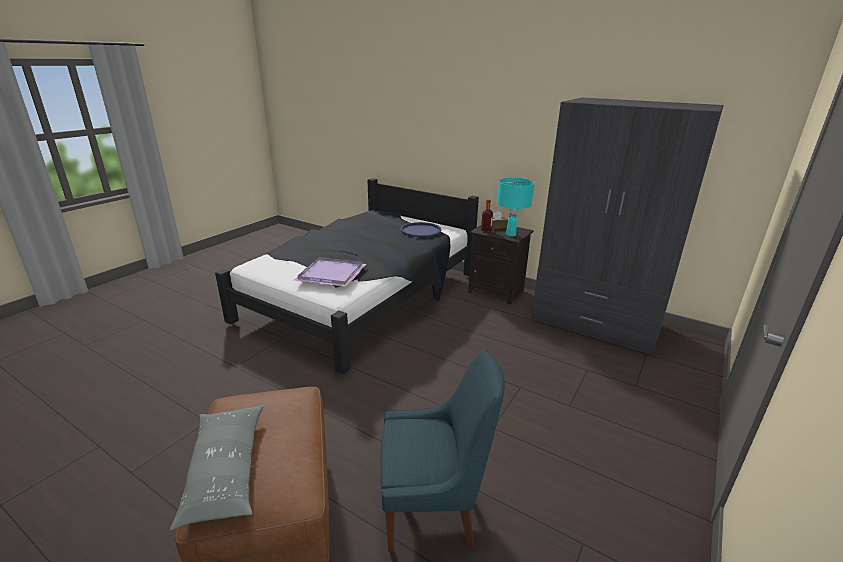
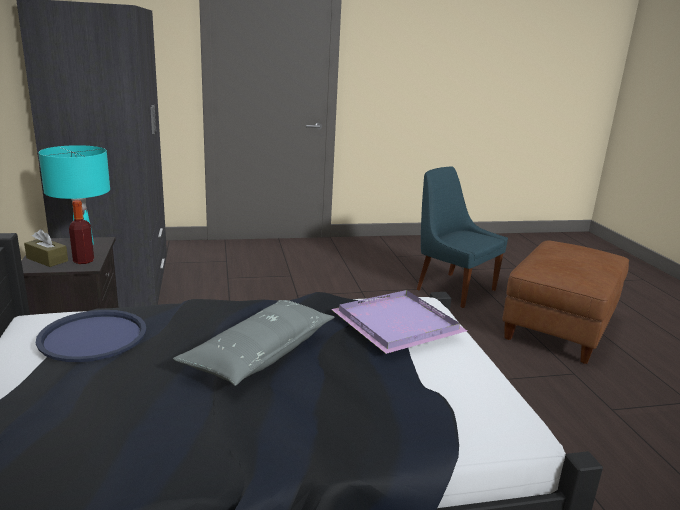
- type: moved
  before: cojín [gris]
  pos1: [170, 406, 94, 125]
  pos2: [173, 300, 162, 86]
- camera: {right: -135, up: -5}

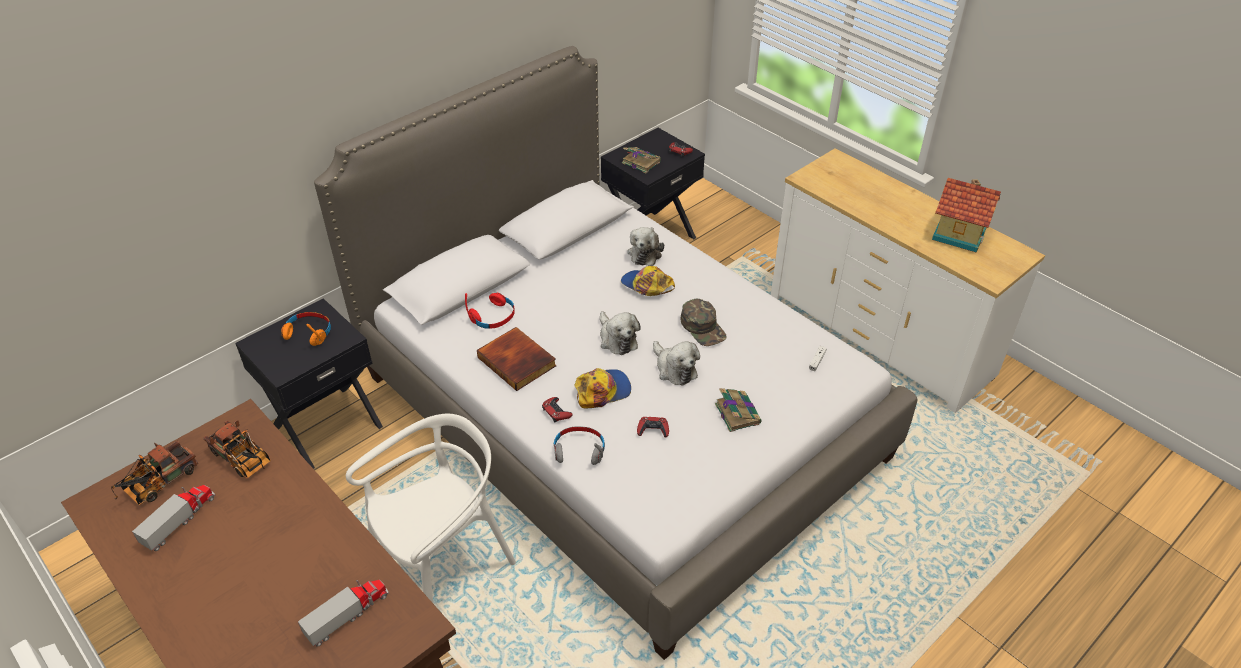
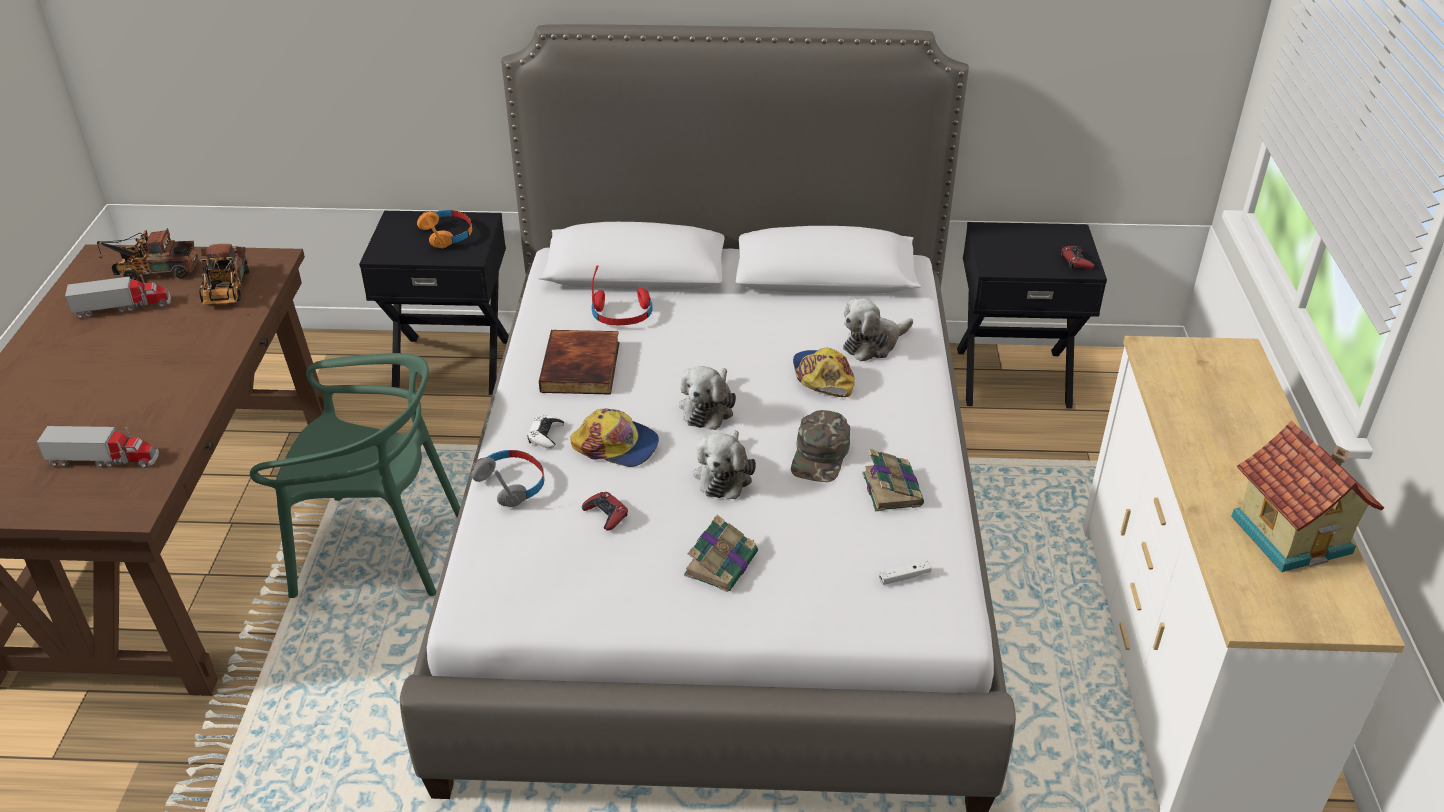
- type: recoloured
  before: silla [blanco]
  after: silla [verde]
  pos1: [346, 414, 170, 189]
  pos2: [250, 353, 210, 245]
- type: recoloured
  before: mando de consola [rojo]
  after: mando de consola [blanco]
  pos1: [542, 397, 31, 26]
  pos2: [527, 415, 37, 34]
- type: moved
  before: libro
  pos1: [622, 147, 39, 26]
  pos2: [862, 449, 62, 62]
- camera: {right: 45, up: -5}

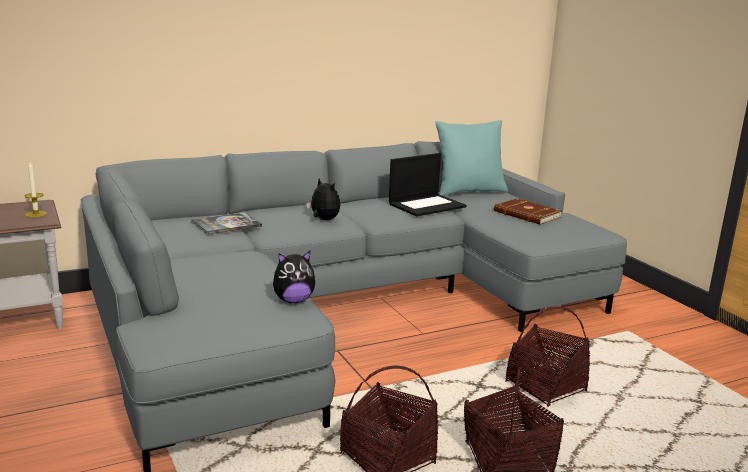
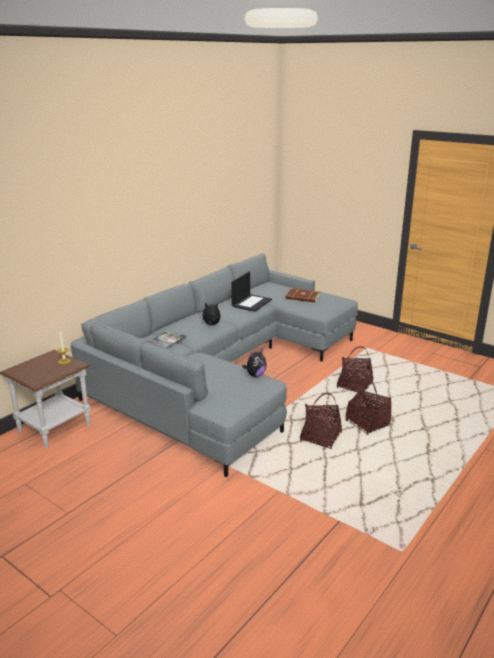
- type: removed
  before: cojín [turquesa]
  pos1: [435, 120, 73, 76]
- camera: {right: -25, up: 5}

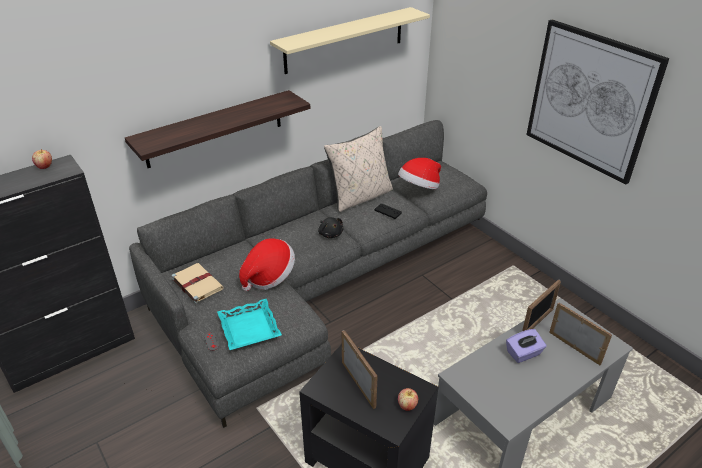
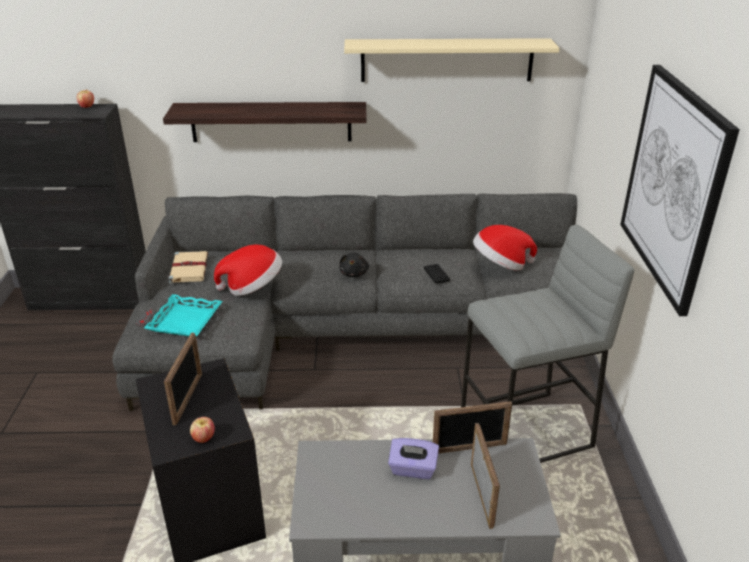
- type: removed
  before: cojín [beis]
  pos1: [324, 126, 69, 86]
- type: added
  after: taburete [gris]
  pos2: [461, 225, 173, 238]
- camera: {right: 35, up: -5}

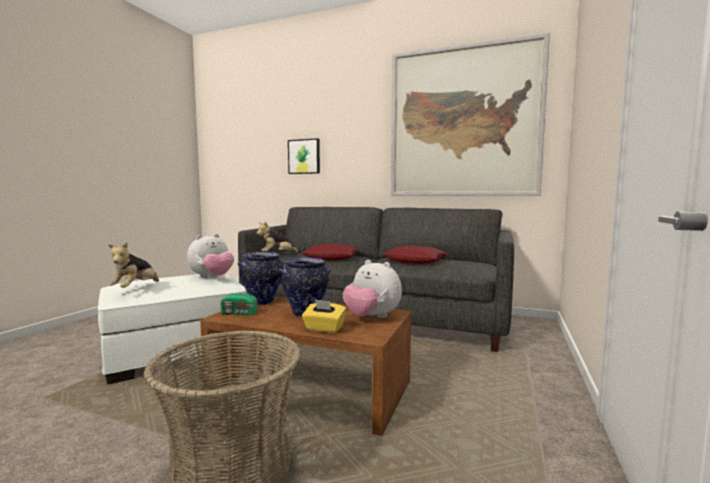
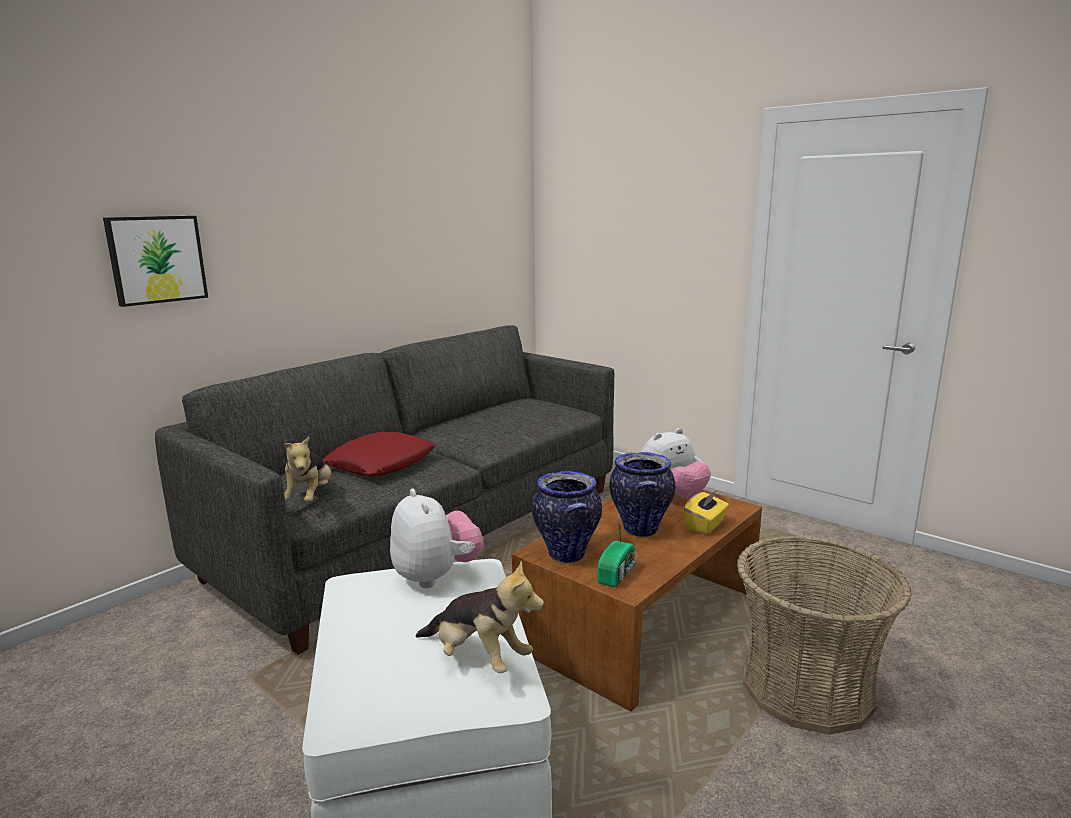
- type: removed
  before: cojín [rojo]
  pos1: [382, 245, 66, 19]
- type: removed
  before: cuadro
  pos1: [391, 32, 159, 164]
- camera: {right: -70, up: 10}

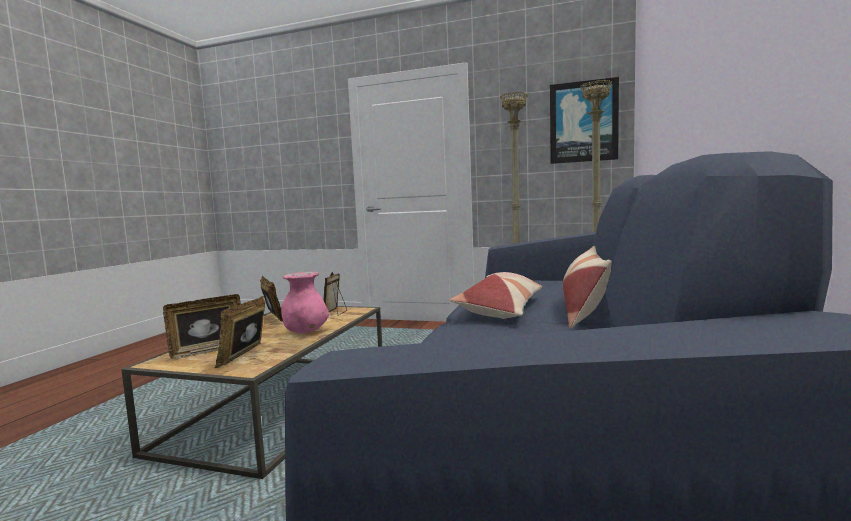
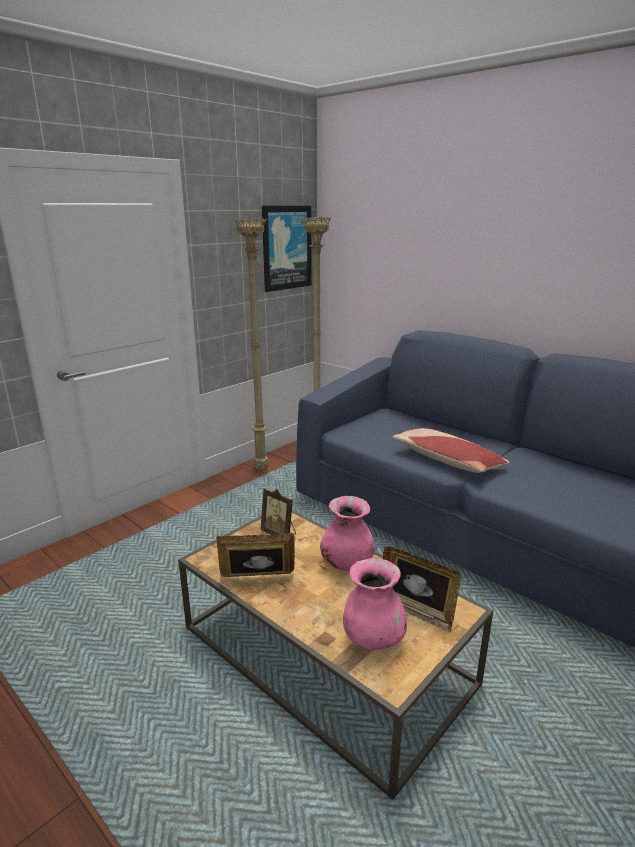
- type: replaced
  before: portarretratos
  after: florero [rosa]
  pos1: [163, 294, 78, 65]
  pos2: [343, 558, 64, 93]
- type: removed
  before: cojín
  pos1: [563, 246, 49, 82]
- camera: {right: -65, up: 15}

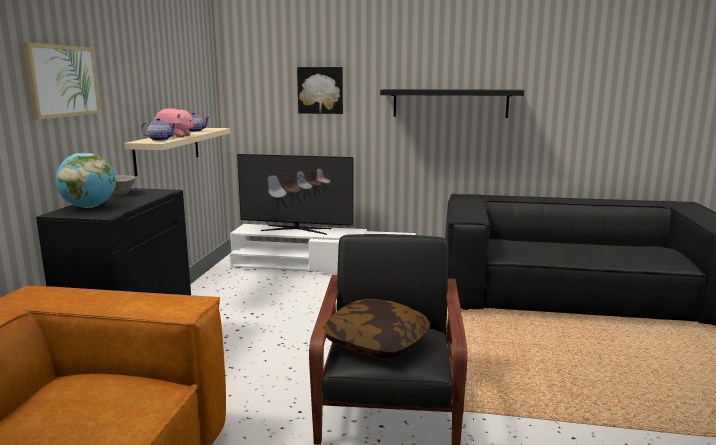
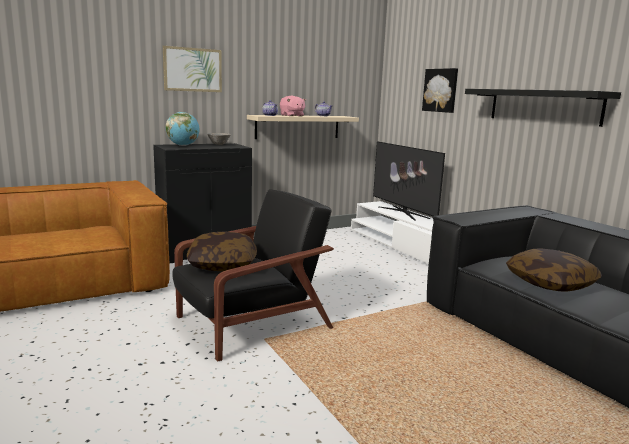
- type: added
  after: cojín
  pos2: [506, 248, 96, 44]
- camera: {right: 50, up: 0}

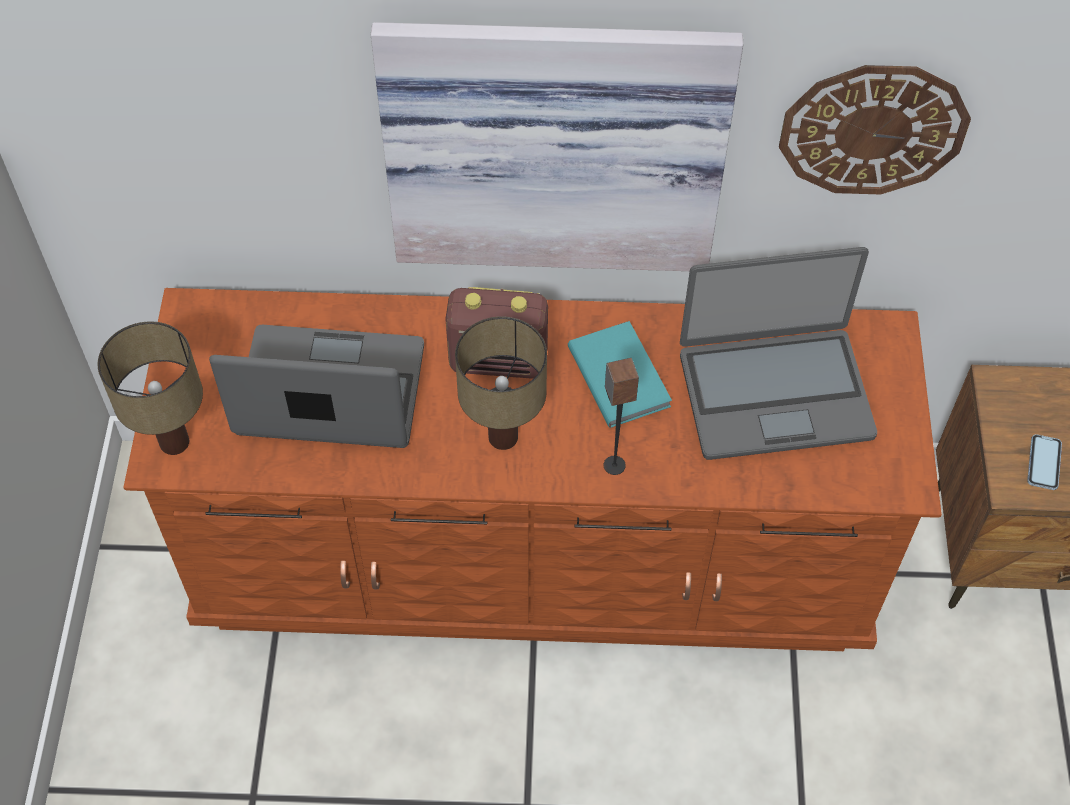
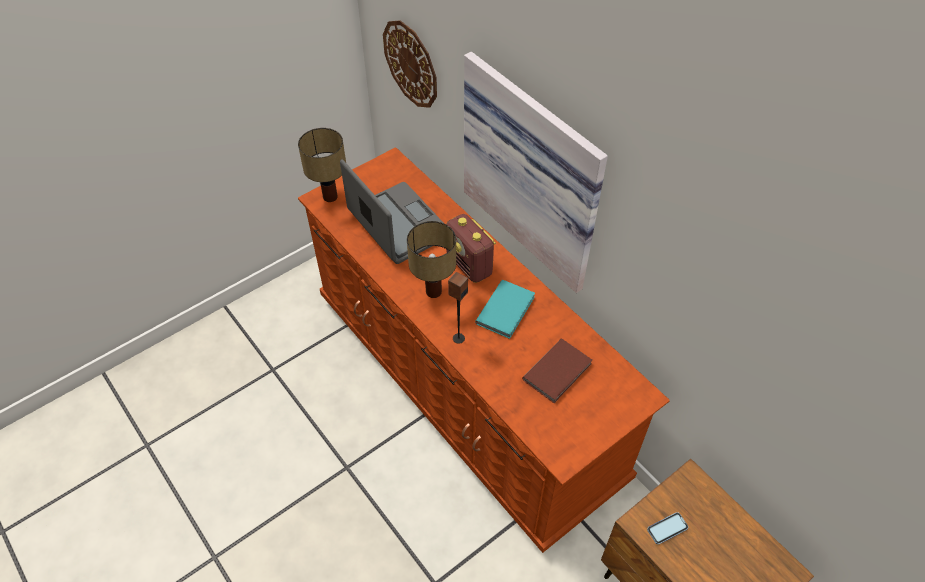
- type: replaced
  before: portátil
  after: libro [marrón]
  pos1: [680, 247, 197, 213]
  pos2: [522, 339, 70, 64]
- type: moved
  before: reloj de pared
  pos1: [779, 65, 192, 130]
  pos2: [383, 20, 54, 88]
- camera: {right: 50, up: -5}

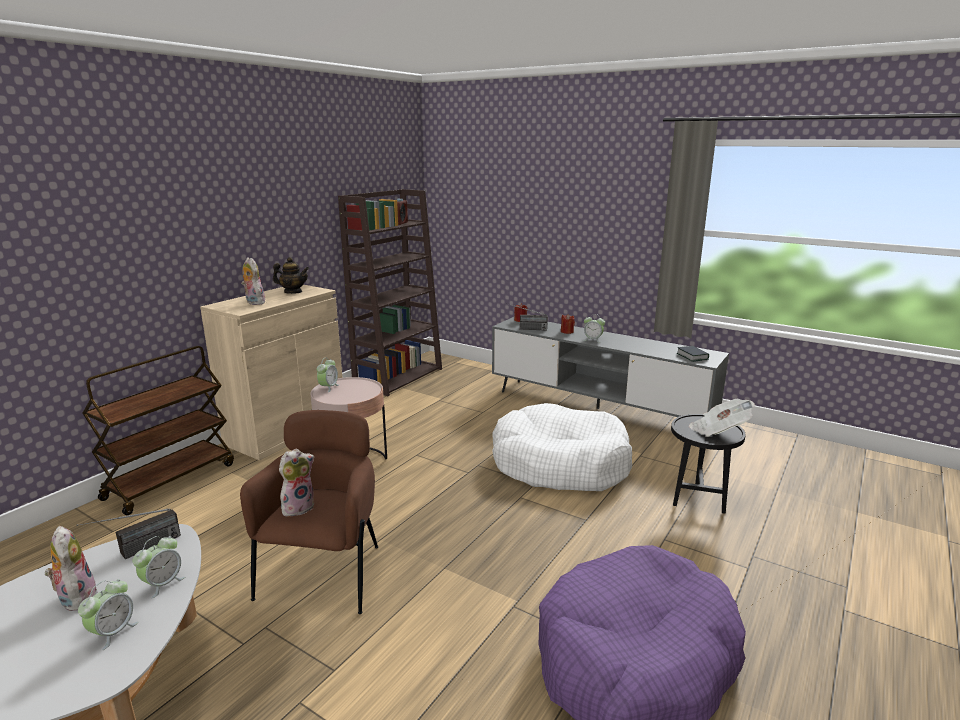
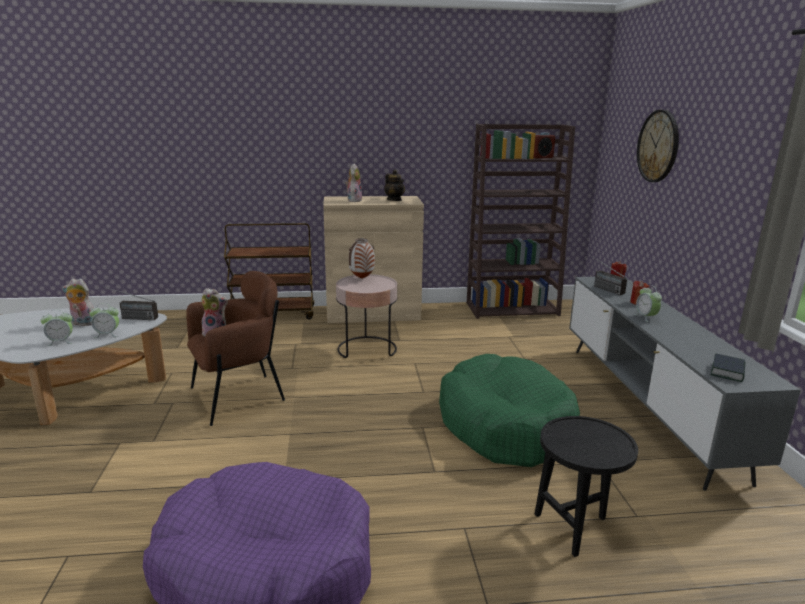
- type: turned
  before: peluche
  pos1: [45, 526, 53, 85]
  pos2: [62, 279, 32, 47]
  turn: -105
- type: replaced
  before: despertador
  after: florero
  pos1: [317, 358, 22, 34]
  pos2: [349, 238, 26, 41]
- type: recoloured
  before: cama para perro [blanco]
  after: cama para perro [verde]
  pos1: [492, 403, 140, 88]
  pos2: [439, 354, 141, 113]
- type: removed
  before: periódico
  pos1: [689, 398, 66, 39]
- type: added
  after: reloj de pared
  pos2: [637, 110, 42, 72]
- camera: {right: 50, up: 0}

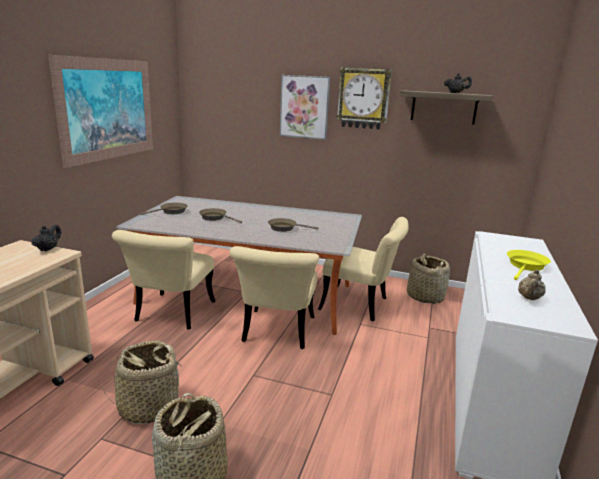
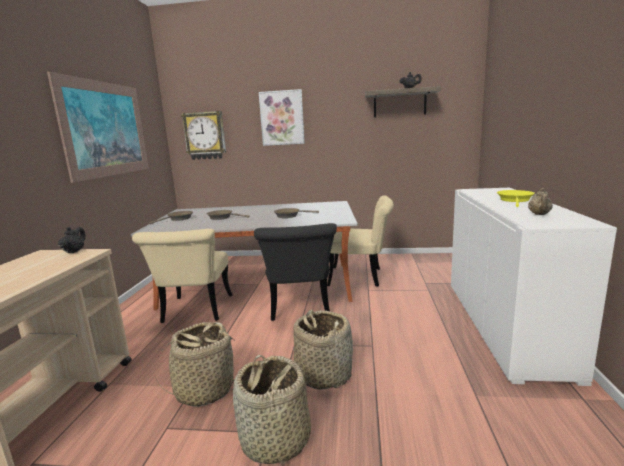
- type: recoloured
  before: silla [beis]
  after: silla [negro]
  pos1: [229, 246, 90, 103]
  pos2: [254, 223, 83, 98]
- type: moved
  before: reloj de pared
  pos1: [337, 68, 55, 62]
  pos2: [181, 111, 45, 49]
- type: moved
  before: cesta
  pos1: [407, 253, 43, 51]
  pos2: [294, 310, 59, 80]
- camera: {right: -10, up: -5}

